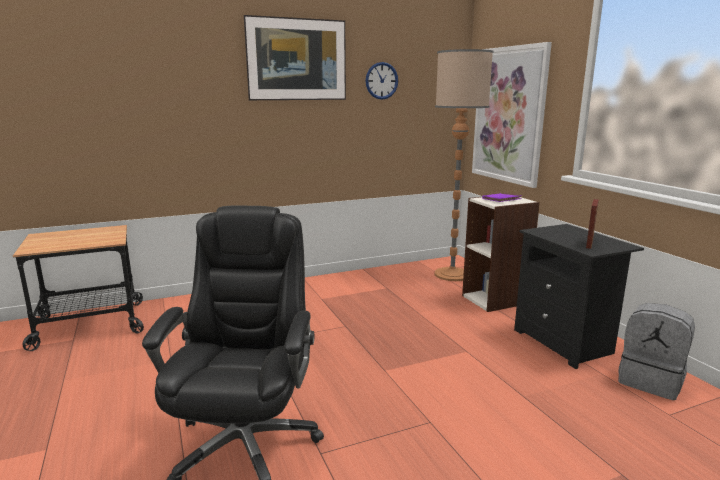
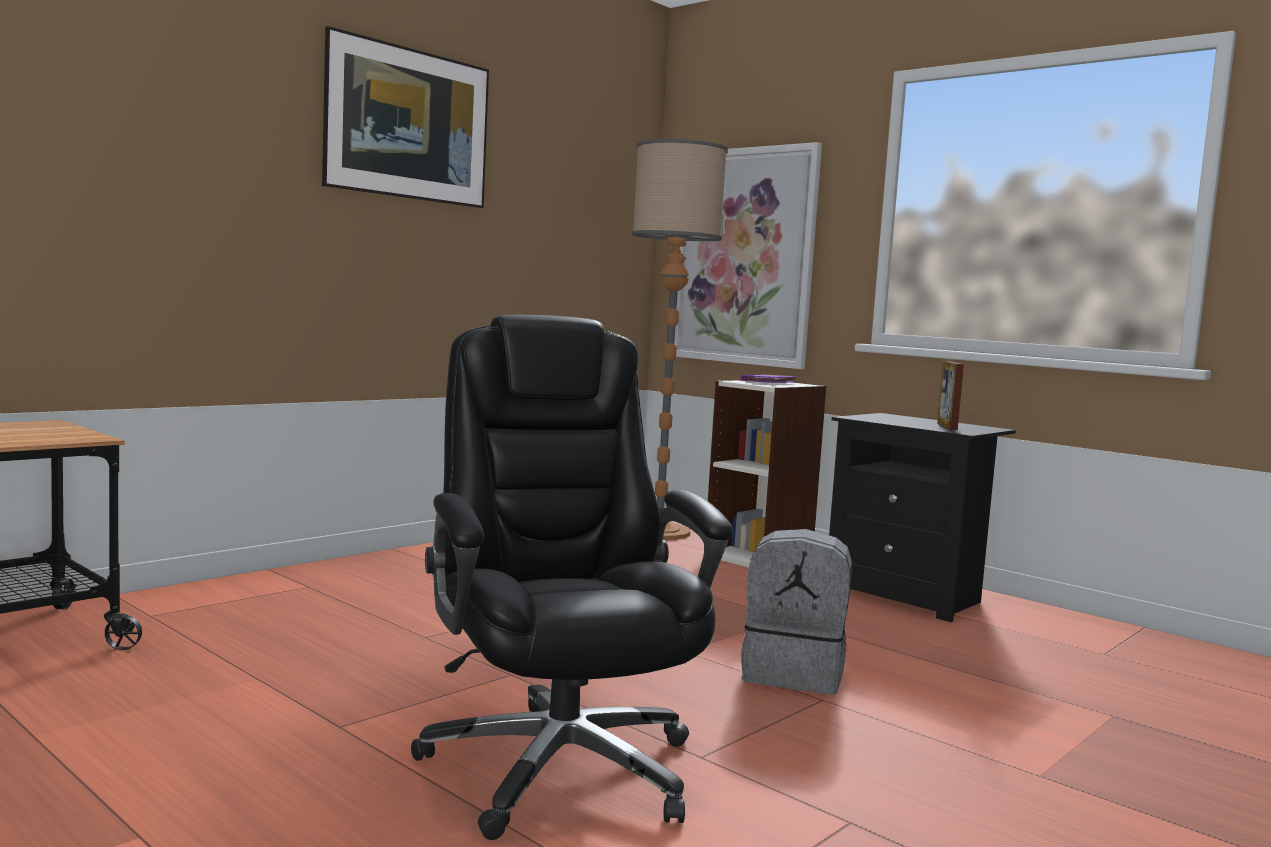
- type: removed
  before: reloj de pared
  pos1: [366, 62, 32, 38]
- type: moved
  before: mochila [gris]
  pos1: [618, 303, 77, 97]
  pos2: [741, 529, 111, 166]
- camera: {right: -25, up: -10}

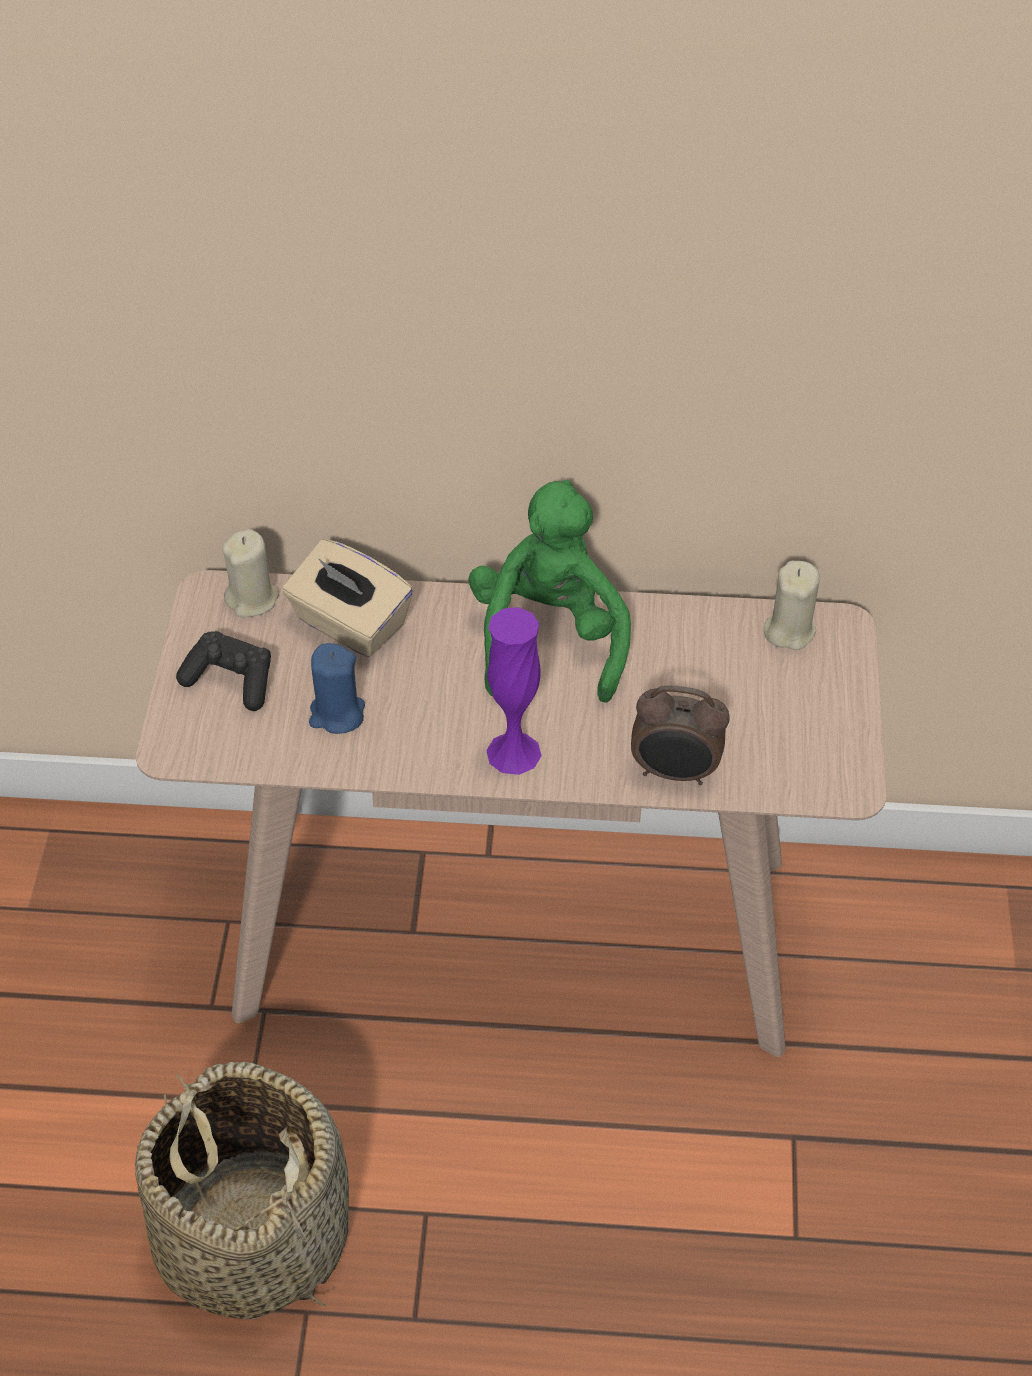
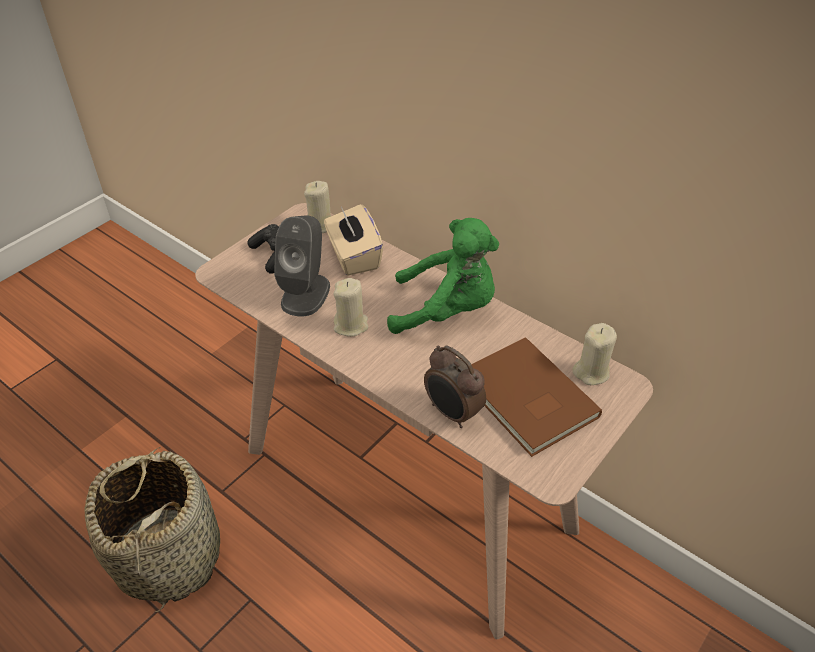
- type: replaced
  before: vela [azul]
  after: altavoz [gris]
  pos1: [309, 643, 56, 91]
  pos2: [274, 215, 56, 101]
- type: turned
  before: peluche [verde]
  pos1: [468, 480, 163, 223]
  pos2: [387, 218, 112, 116]
  turn: 60
- type: removed
  before: florero [morado]
  pos1: [486, 607, 55, 168]
- type: added
  after: vela [beis]
  pos2: [334, 278, 34, 59]
- type: added
  after: libro [marrón]
  pos2: [471, 337, 131, 120]
- camera: {right: 35, up: -5}

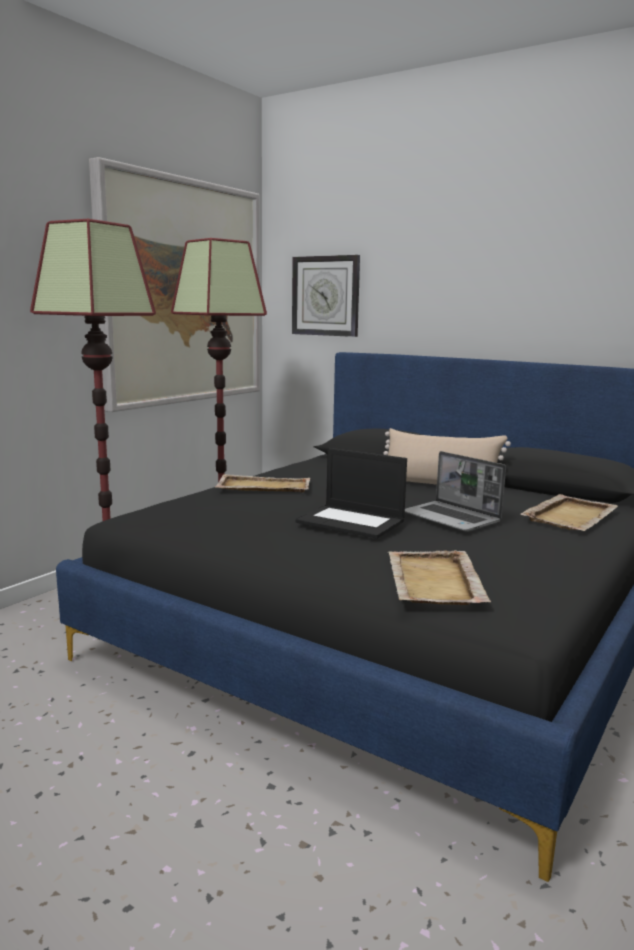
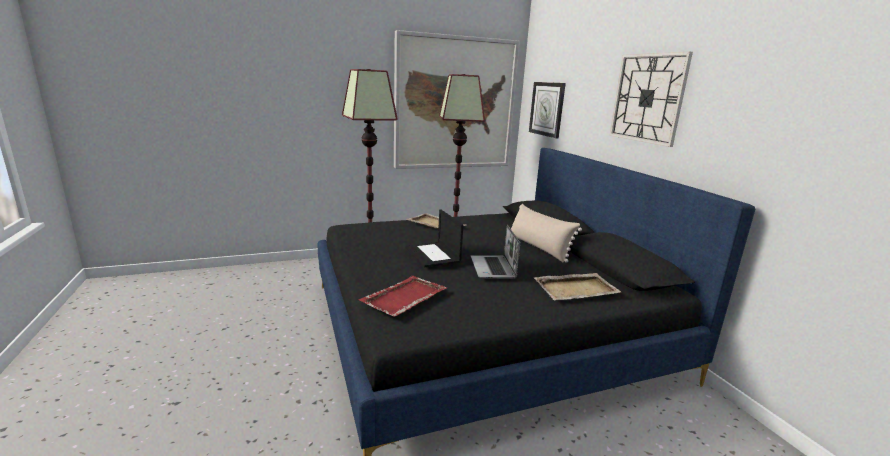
- type: recoloured
  before: bandeja [beis]
  after: bandeja [rojo]
  pos1: [388, 550, 103, 55]
  pos2: [358, 276, 89, 41]
- type: added
  after: reloj de pared
  pos2: [609, 52, 84, 95]
- camera: {right: 35, up: 5}

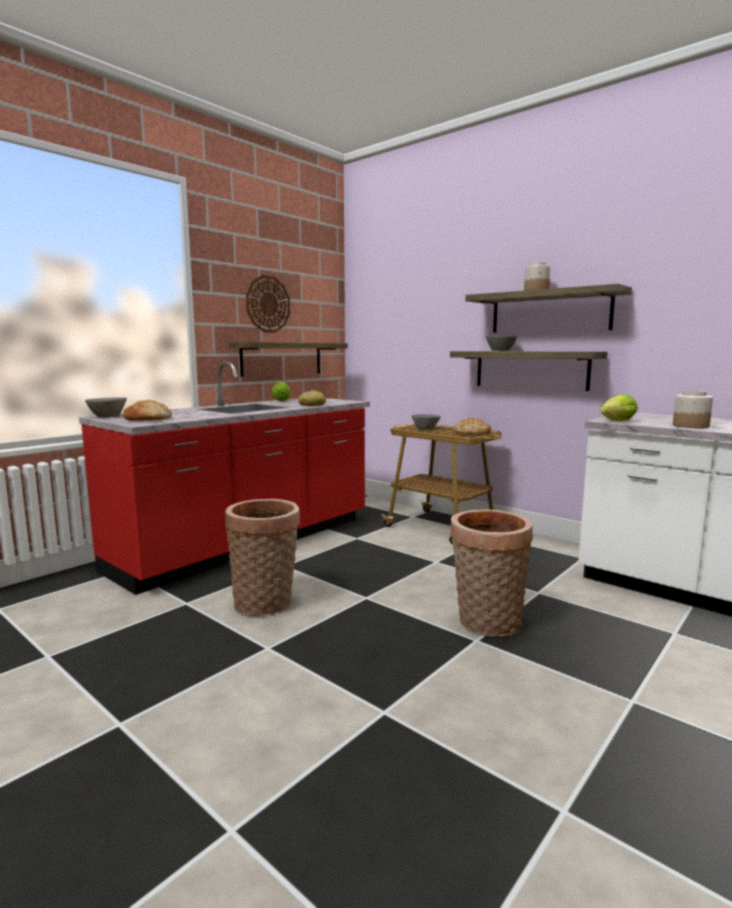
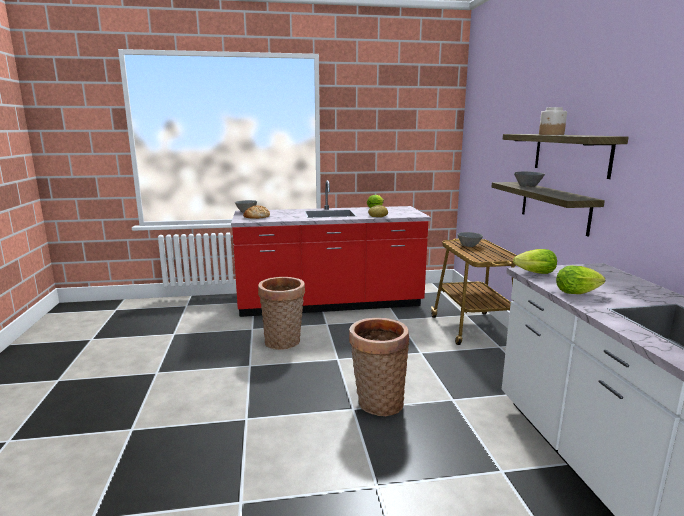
- type: removed
  before: estante
  pos1: [229, 342, 119, 35]
- type: removed
  before: reloj de pared
  pos1: [246, 275, 44, 58]
- type: removed
  before: pan
  pos1: [454, 418, 37, 17]
- type: replaced
  before: tarro
  after: lechuga
  pos1: [673, 390, 40, 38]
  pos2: [556, 265, 49, 29]
- camera: {right: 40, up: 5}

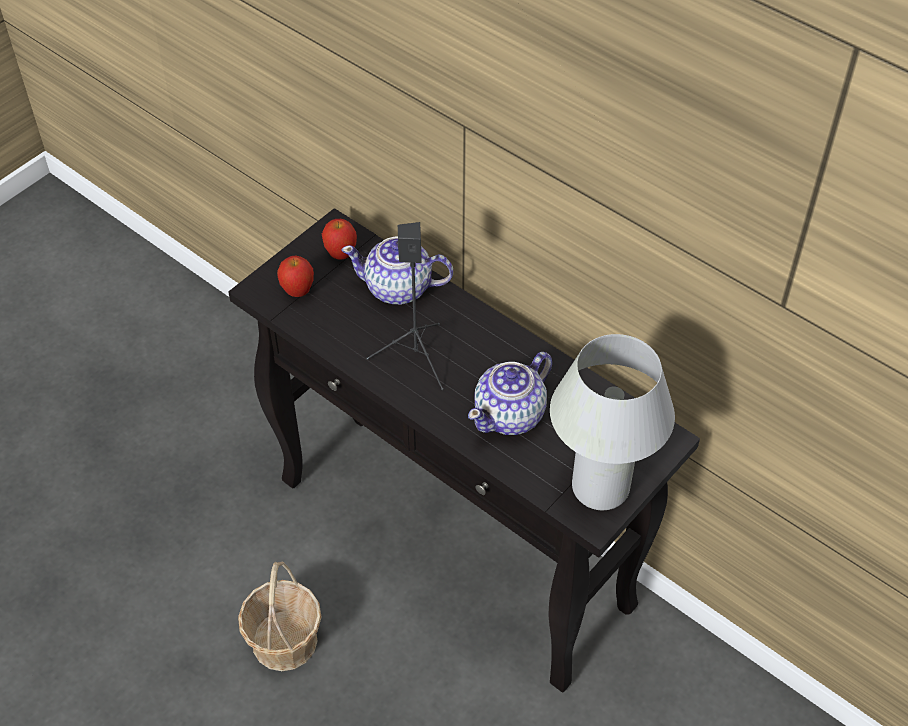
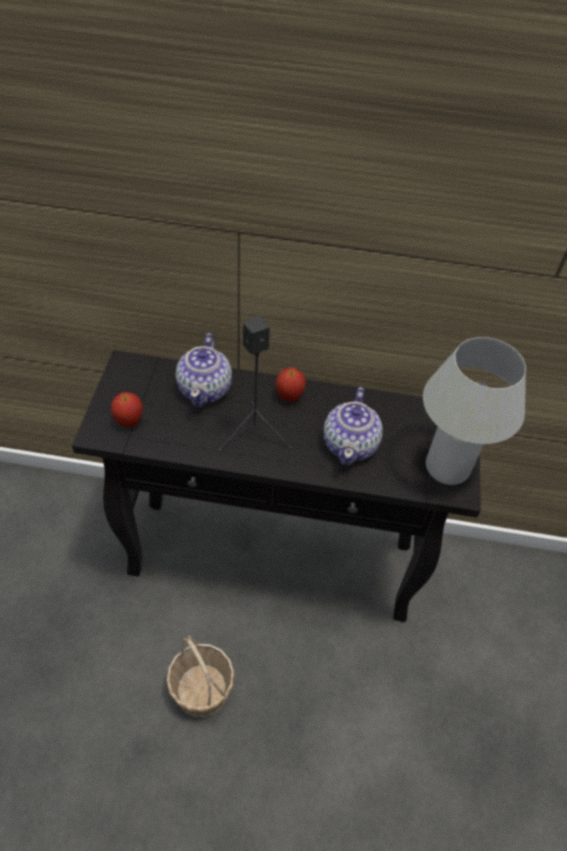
- type: moved
  before: manzana
  pos1: [322, 219, 35, 41]
  pos2: [276, 368, 30, 34]
- type: turned
  before: tetera
  pos1: [342, 236, 111, 69]
  pos2: [176, 333, 56, 74]
  turn: -60
- camera: {right: -35, up: 0}

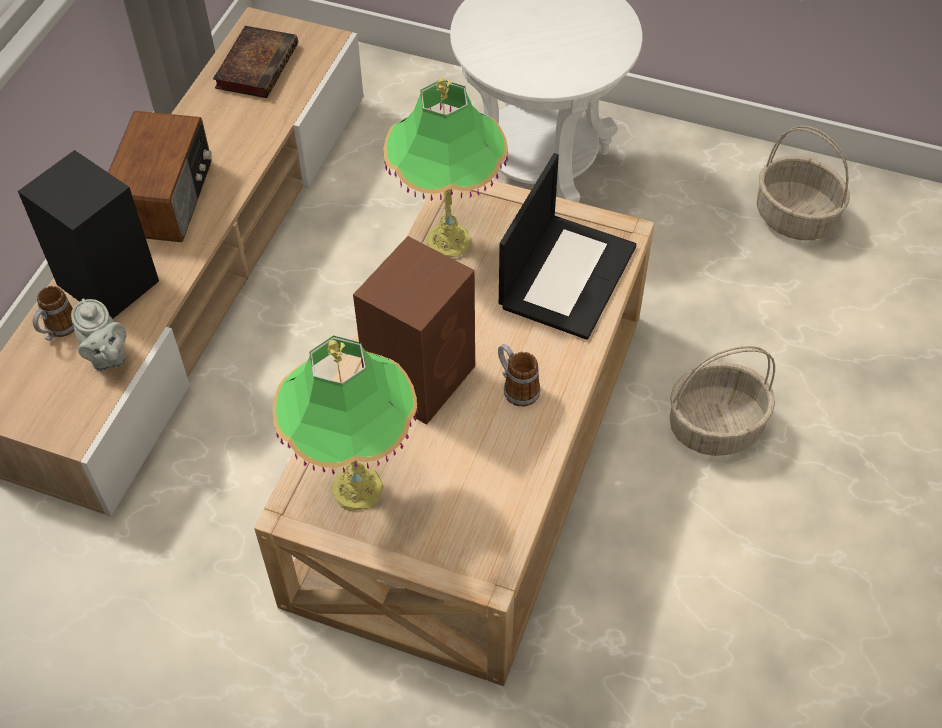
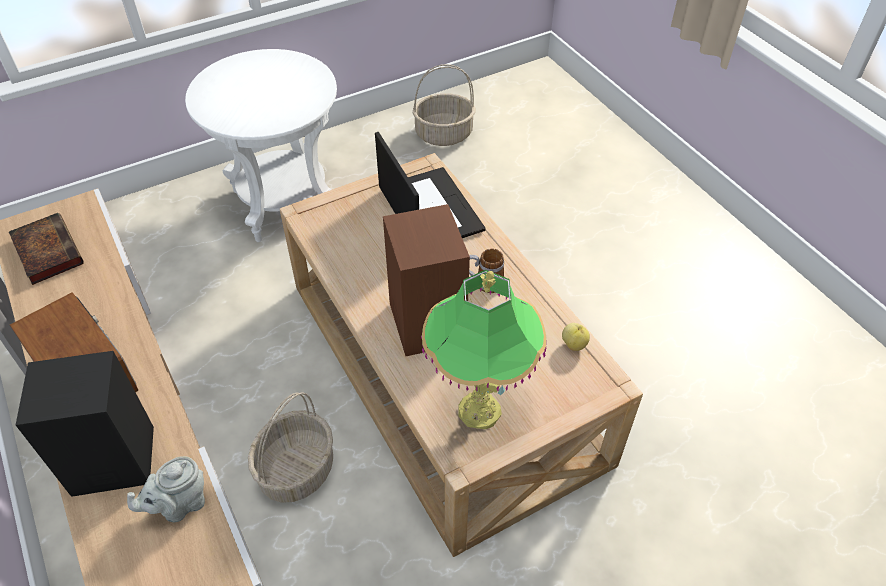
- type: removed
  before: taza grande
  pos1: [33, 286, 41, 55]
- type: turned
  before: tetera [gris]
  pos1: [71, 299, 55, 72]
  pos2: [127, 456, 78, 66]
  turn: 135
- type: removed
  before: lámpara de mesa
  pos1: [384, 78, 124, 179]
- type: moved
  before: cesta
  pos1: [670, 346, 105, 110]
  pos2: [248, 392, 85, 111]
- type: added
  after: manzana
  pos2: [562, 323, 28, 28]
- camera: {right: -50, up: -5}

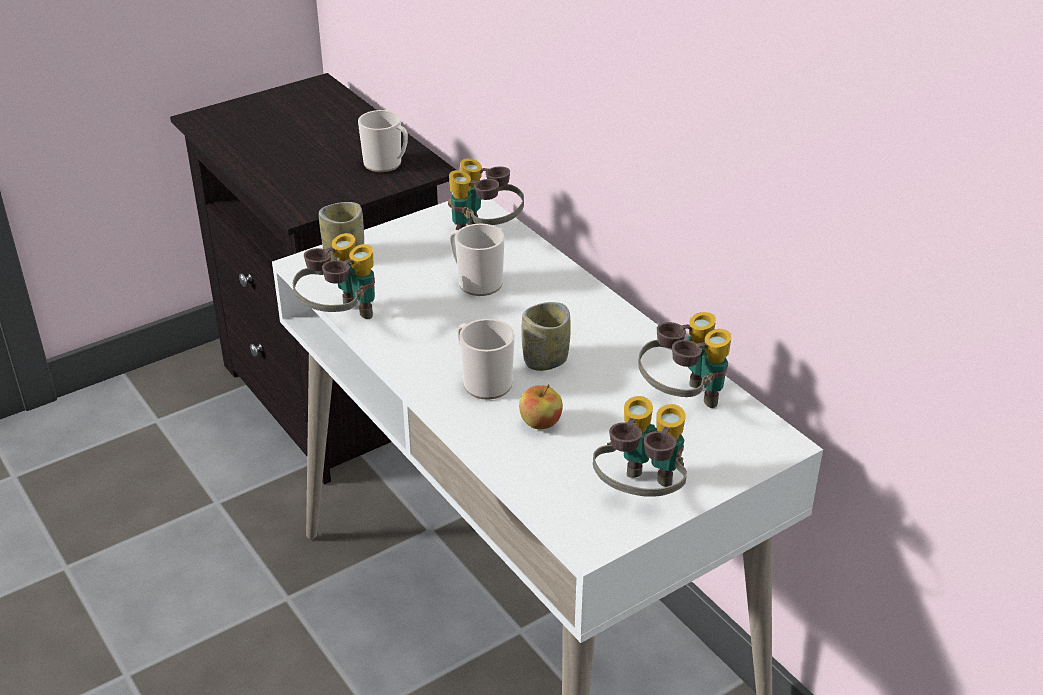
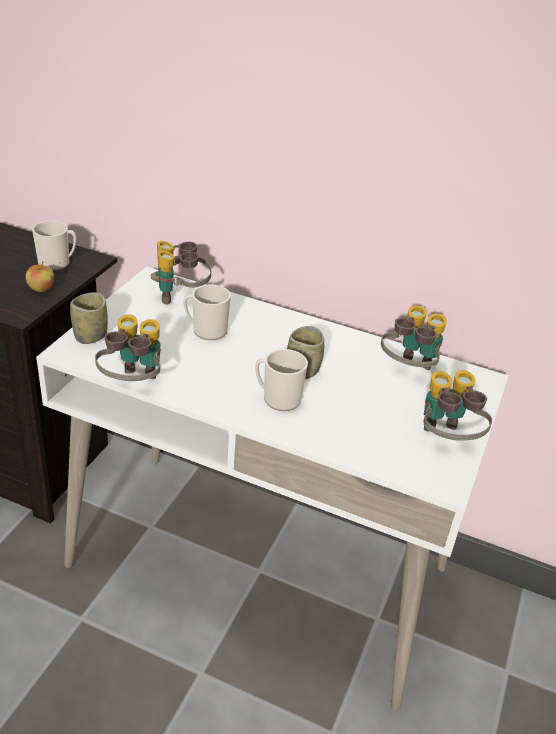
- type: moved
  before: manzana
  pos1: [519, 384, 44, 45]
  pos2: [26, 261, 28, 31]
- camera: {right: -35, up: 0}

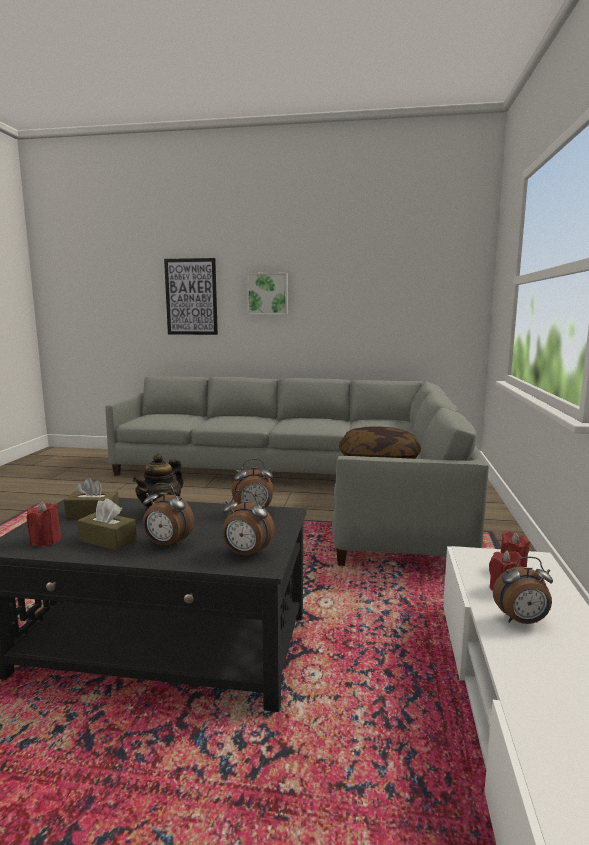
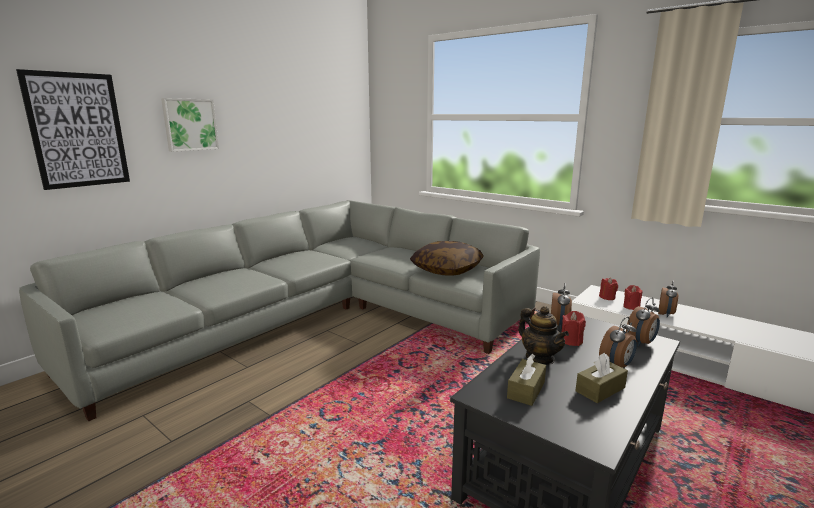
- type: moved
  before: vela [rojo]
  pos1: [27, 501, 34, 45]
  pos2: [562, 311, 24, 35]
- camera: {right: -60, up: 5}

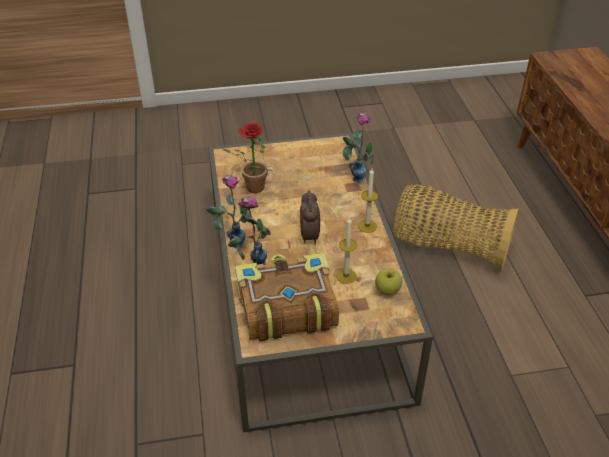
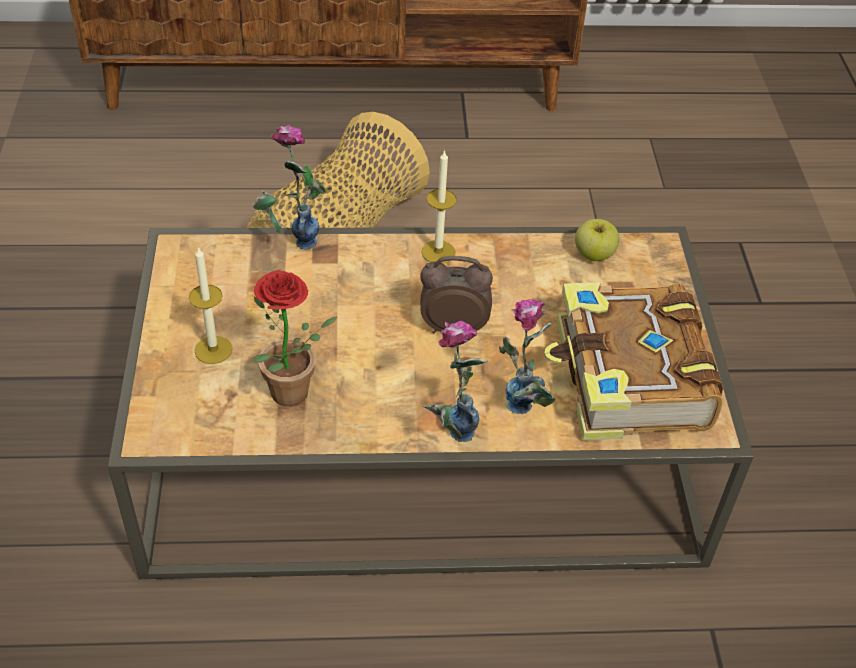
- type: moved
  before: vela
  pos1: [336, 217, 21, 67]
  pos2: [189, 246, 43, 118]
- camera: {right: -85, up: 5}

